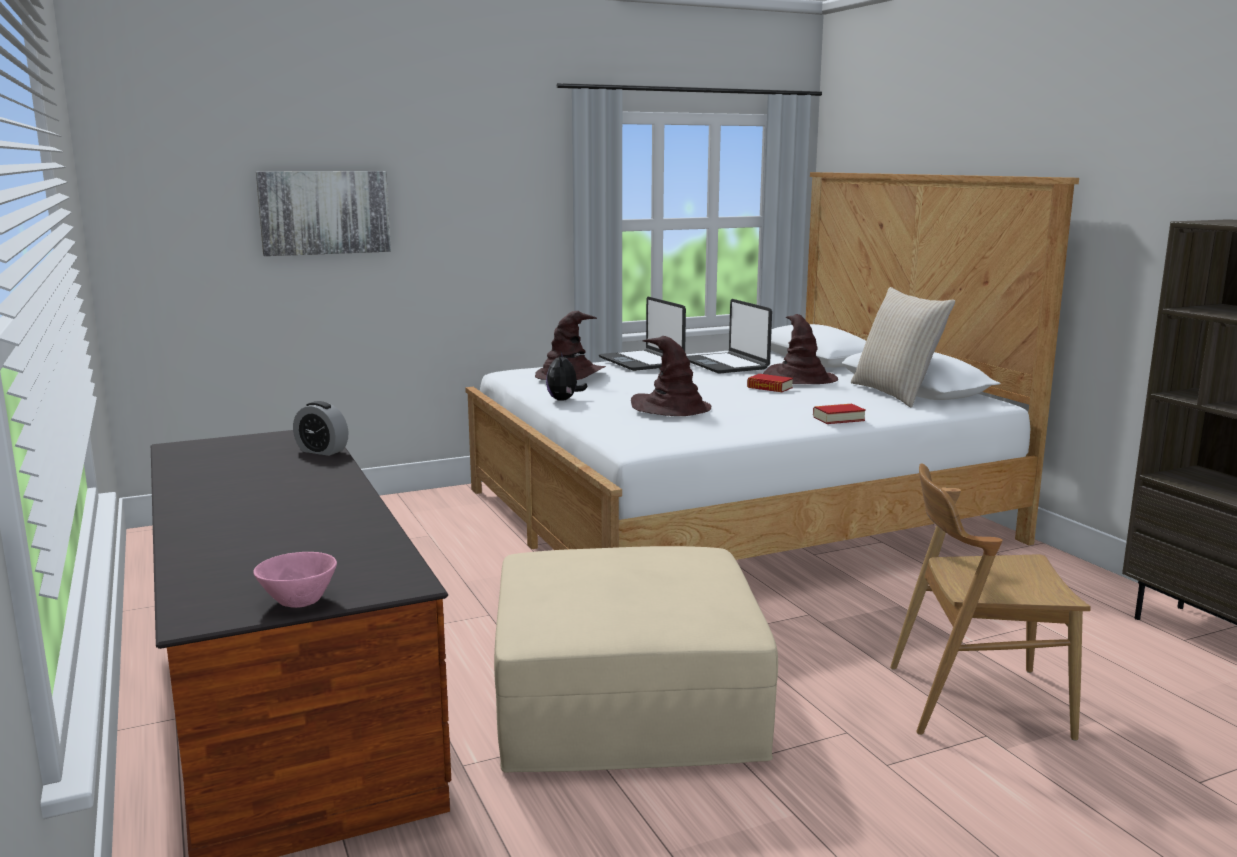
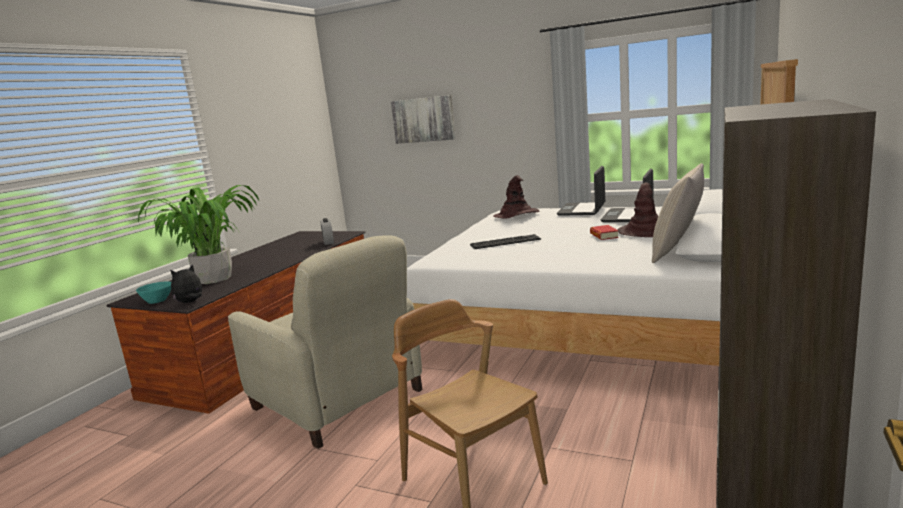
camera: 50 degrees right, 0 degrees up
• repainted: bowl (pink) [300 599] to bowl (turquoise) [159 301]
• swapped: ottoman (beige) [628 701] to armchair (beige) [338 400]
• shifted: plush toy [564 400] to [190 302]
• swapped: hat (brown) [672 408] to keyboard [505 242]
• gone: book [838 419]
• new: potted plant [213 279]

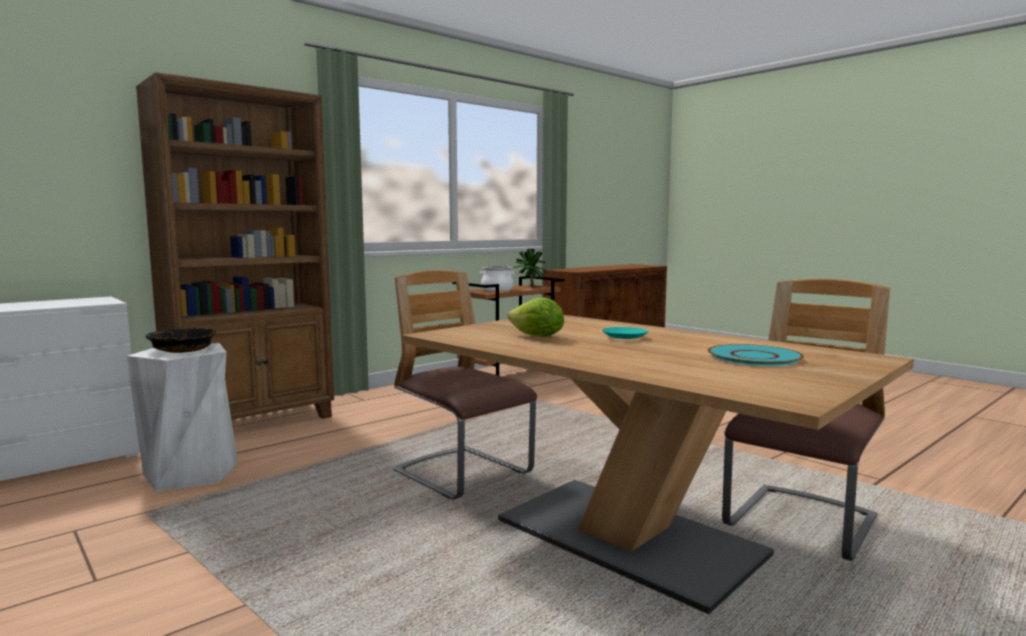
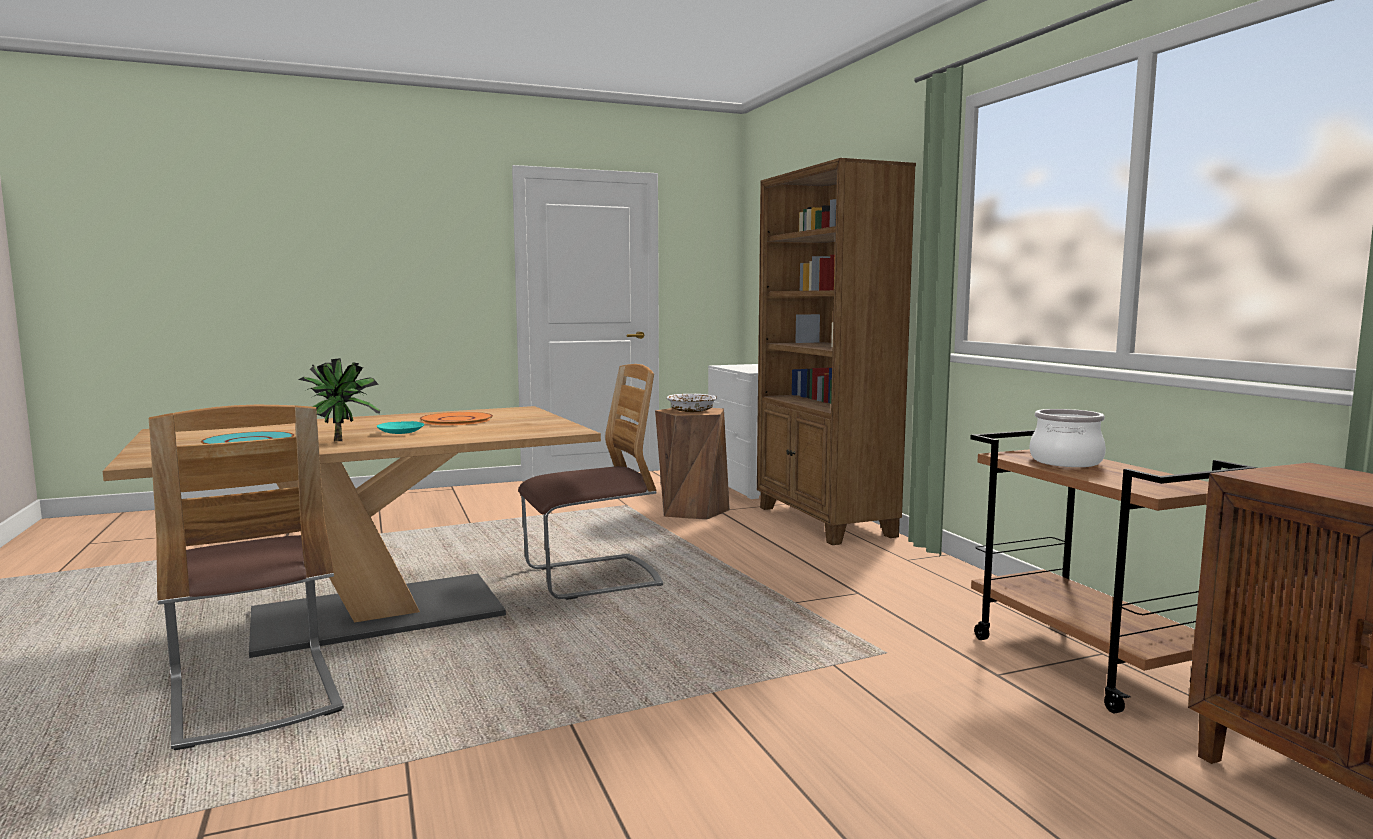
camera: 110 degrees right, 0 degrees up
• repainted: stool (white) [190 473] to stool (brown) [692 510]
• repainted: bowl (black) [183 350] to bowl (white) [691 410]
• swapped: lettuce [537 337] to plate (orange) [456 420]
• shifted: potted plant [529 286] to [341 440]

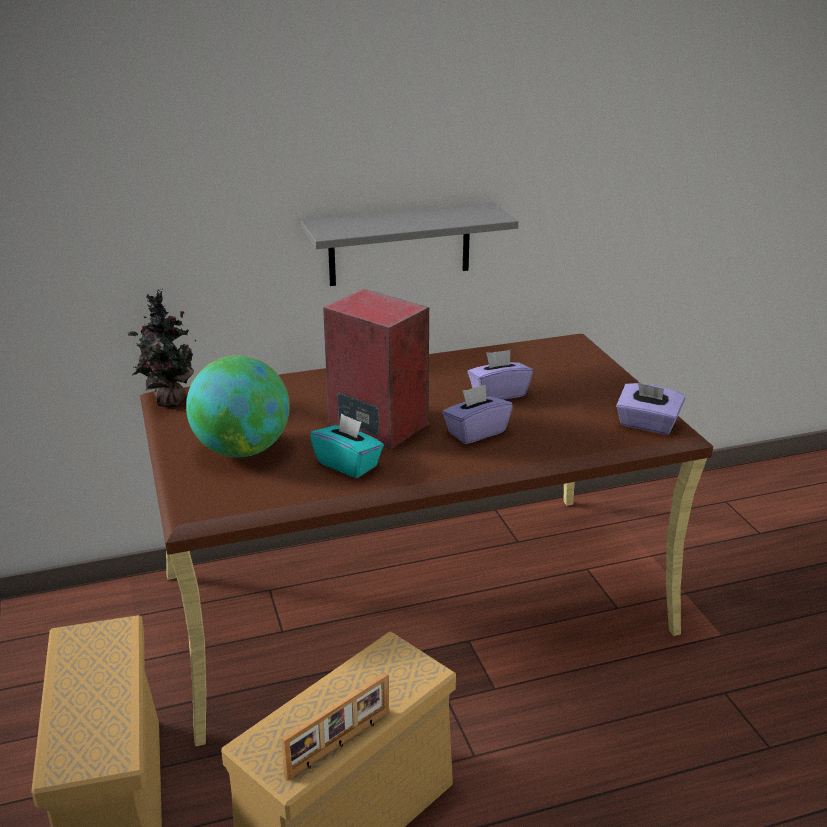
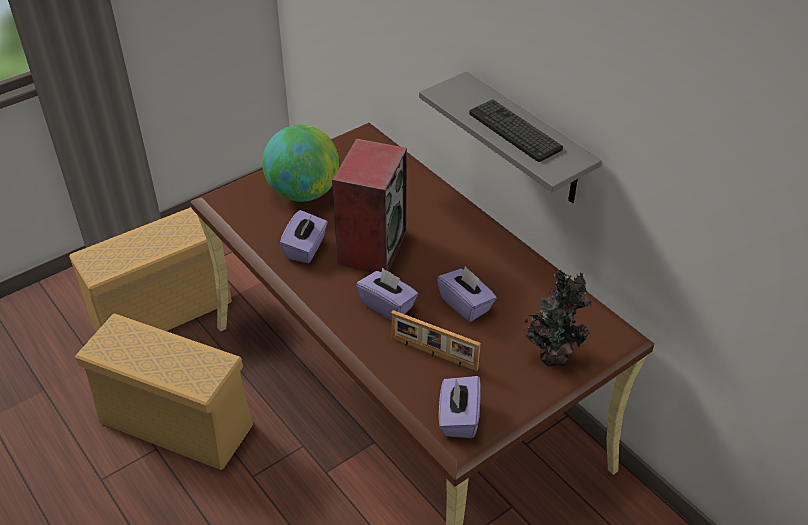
camera: 70 degrees right, 15 degrees up
• shifted: potted plant [167 401] to [552 354]
• shifted: picture frame [339 744] to [433 354]
• repainted: tissue box (turquoise) [348 464] to tissue box (purple) [305 248]
• new: keyboard [514 131]

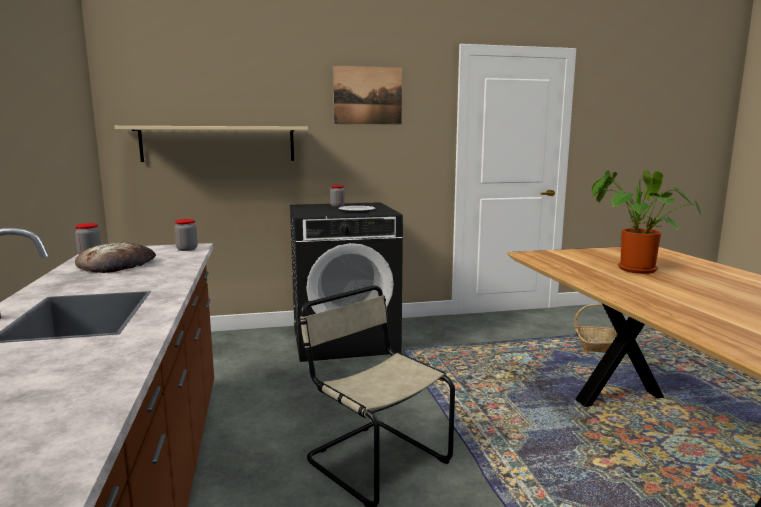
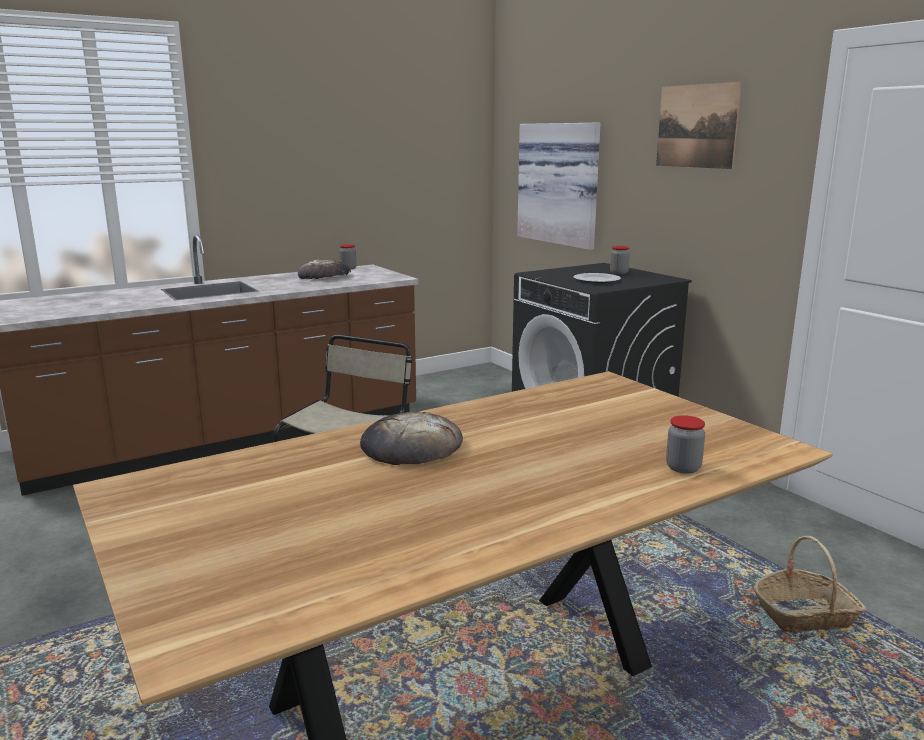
camera: 70 degrees right, 5 degrees up
• swapped: shelf (beige) [218 144] to picture [561 184]
• shifted: jar [187 249] to [683 468]
• gone: potted plant [632 269]
• new: bread [411 446]

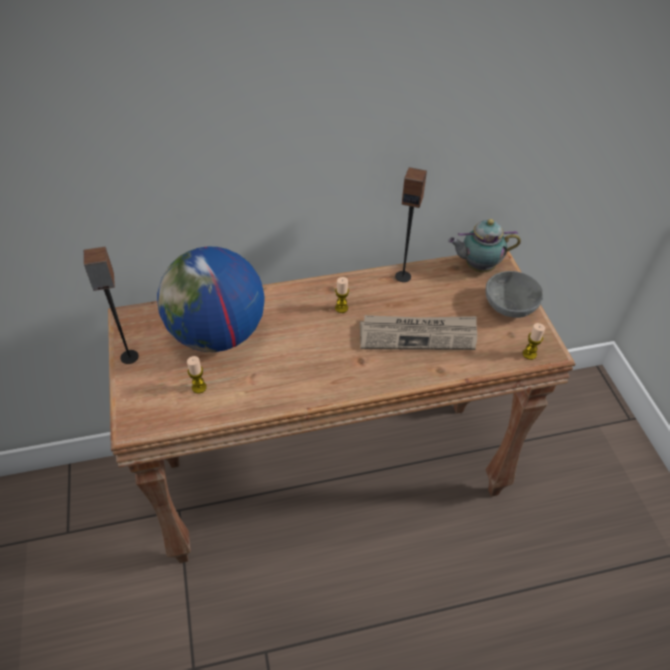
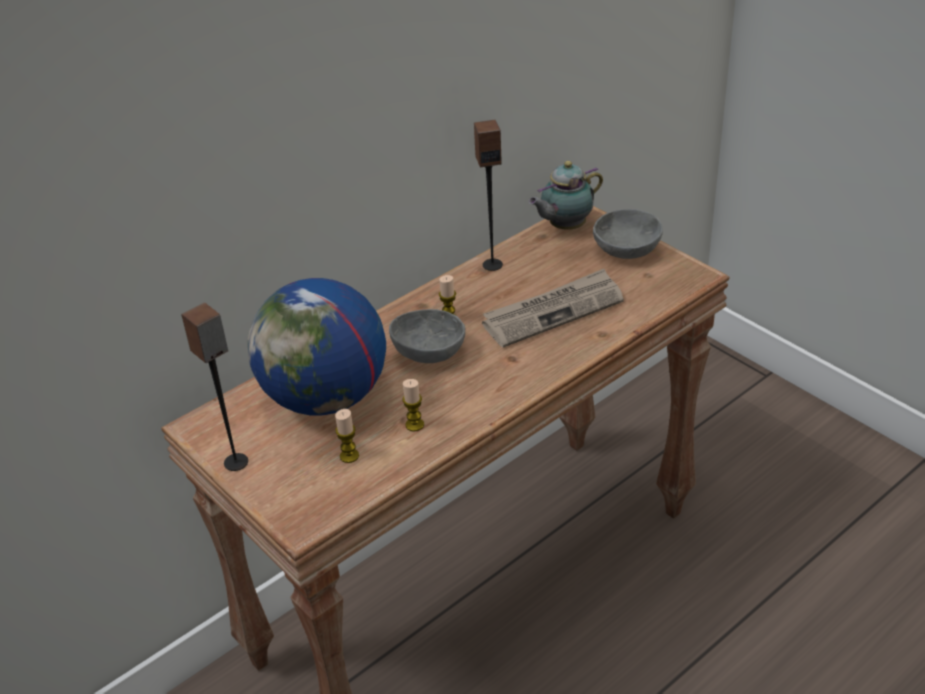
camera: 25 degrees left, 10 degrees down
• shifted: candle [529 354] to [414 425]
• new: bowl (grey) [428 352]

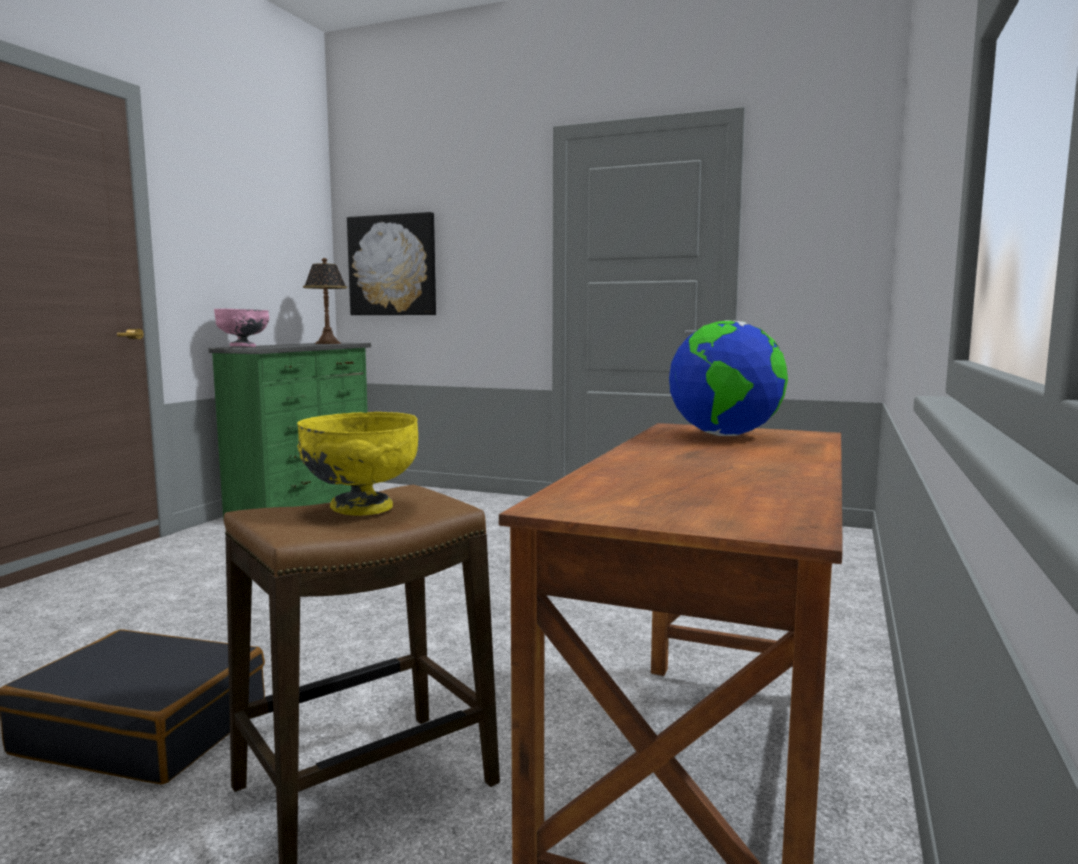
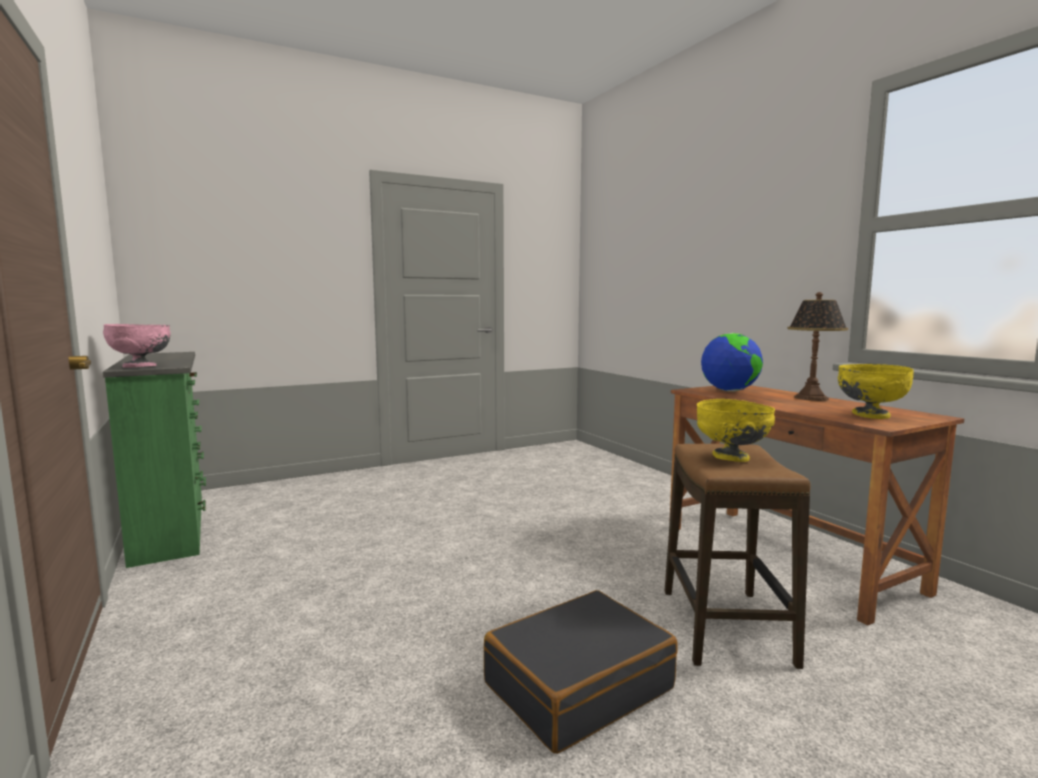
camera: 50 degrees left, 0 degrees up
• shifted: table lamp [327 343] to [811 398]
• gone: picture [392 265]
• new: bowl (yellow) [870 415]

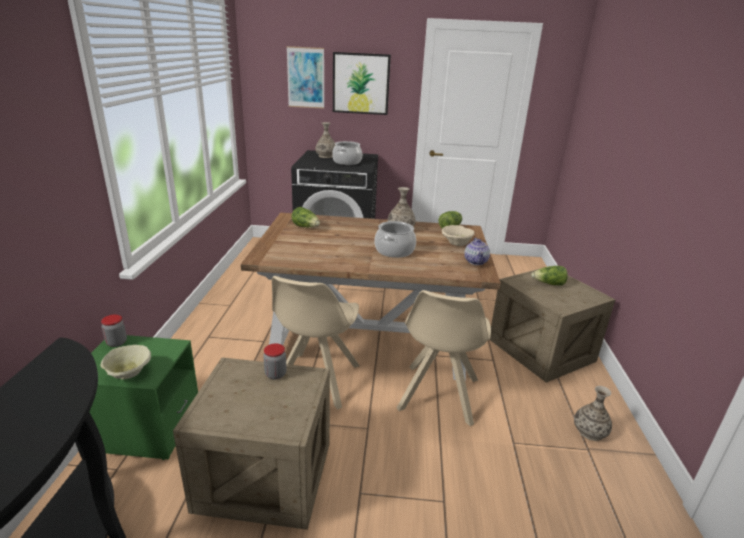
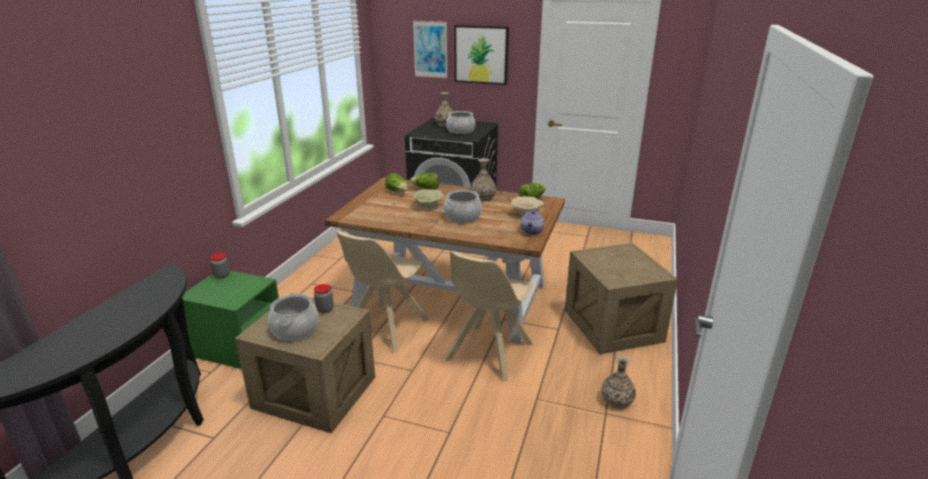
camera: 15 degrees right, 0 degrees up
• shifted: bowl (beige) [129 374] to [428 206]
• shifted: lettuce [548 284] to [426 189]
• new: cooking pot [295 329]

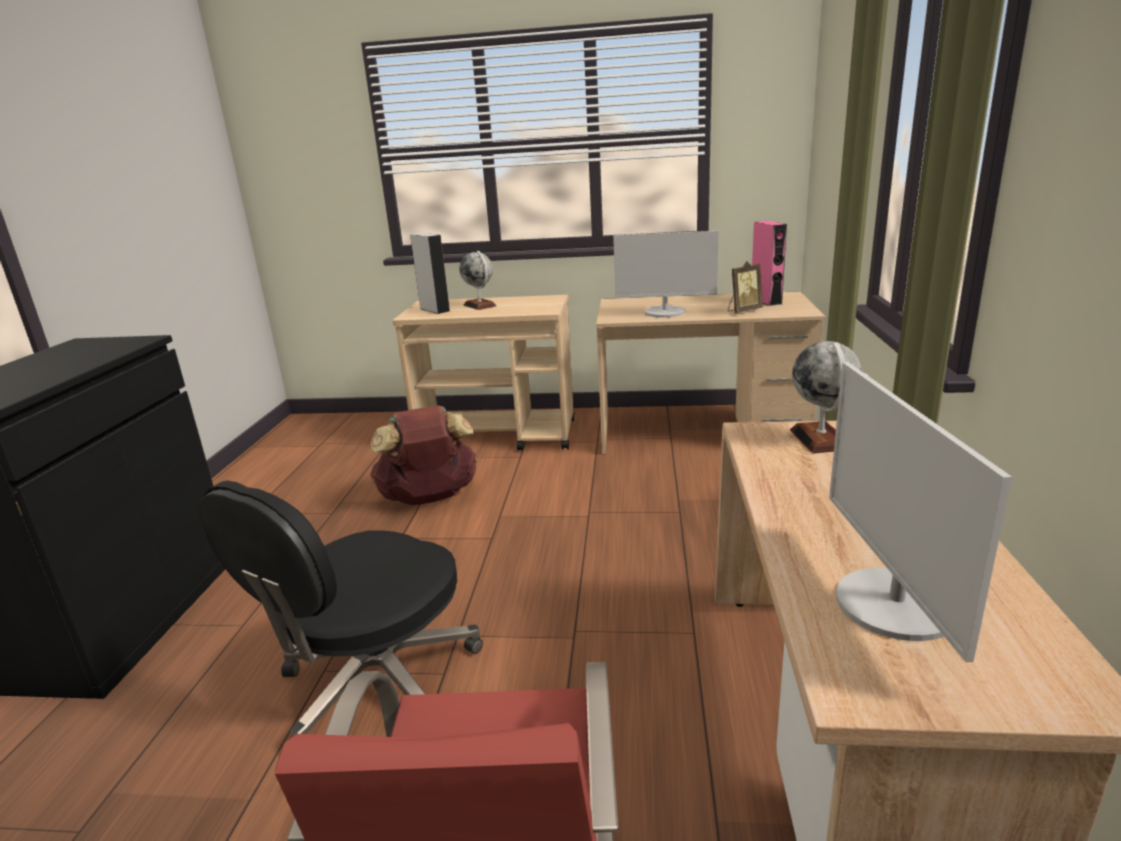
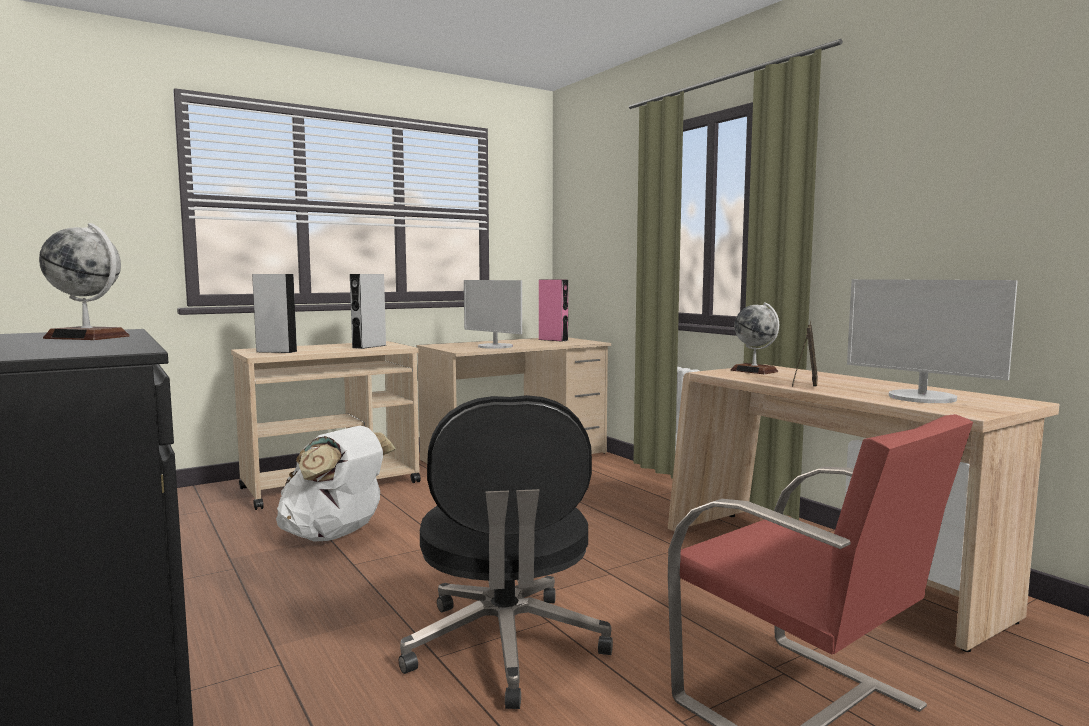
camera: 40 degrees left, 15 degrees down
• repainted: backpack (brown) [429 498] to backpack (white) [335 535]
• shifted: globe [480 305] to [87 337]
• rotated: monitor [665 312] = [495 346] 75 degrees clockwise
• shifted: picture frame [743 311] to [804 385]
• new: speaker (grey) [369 346]

